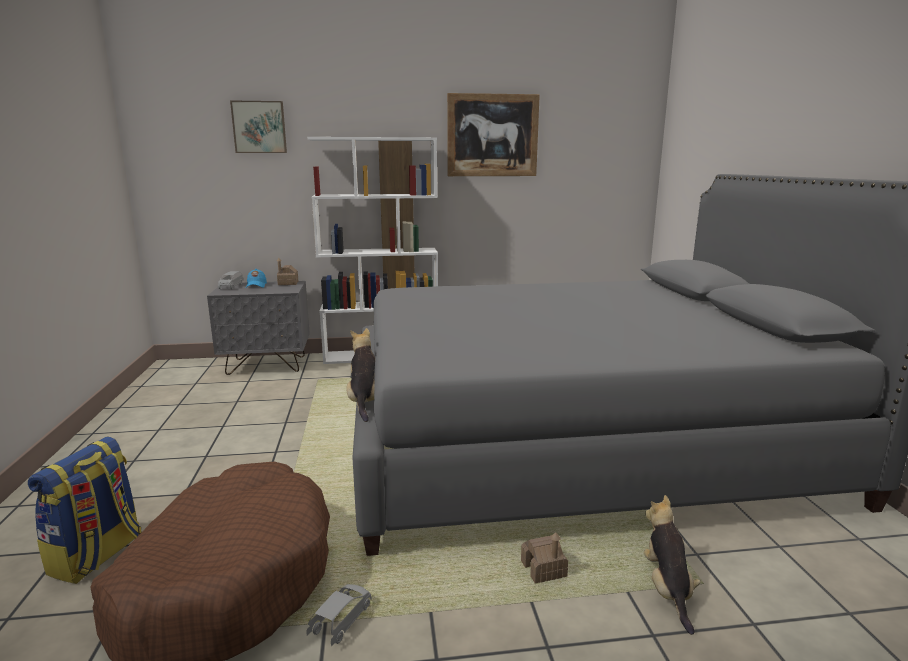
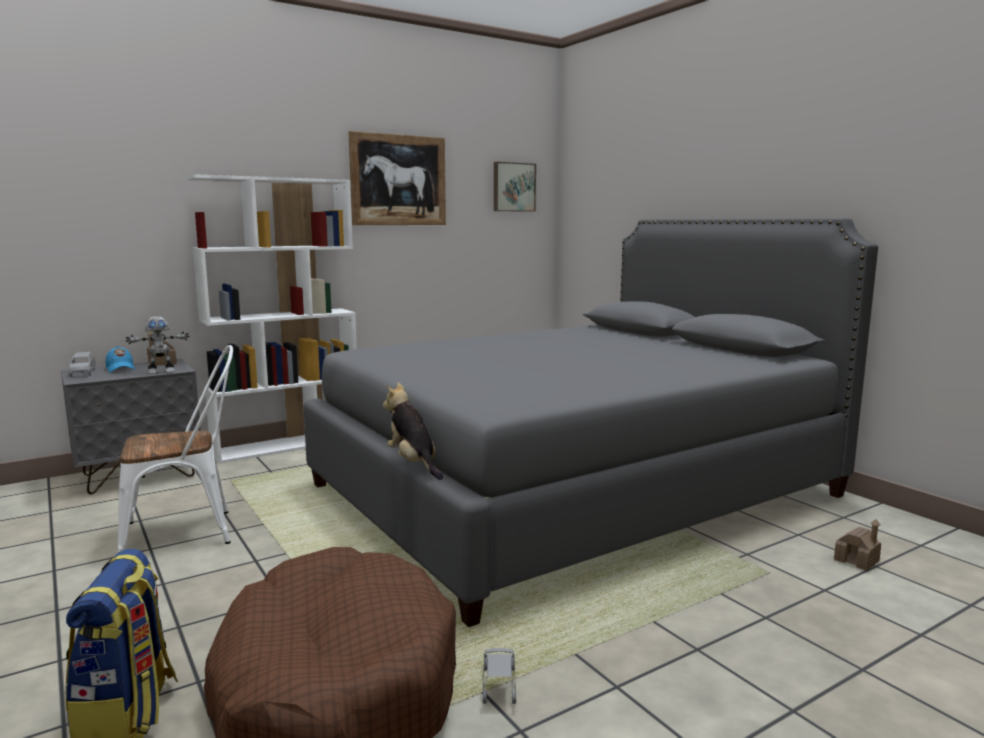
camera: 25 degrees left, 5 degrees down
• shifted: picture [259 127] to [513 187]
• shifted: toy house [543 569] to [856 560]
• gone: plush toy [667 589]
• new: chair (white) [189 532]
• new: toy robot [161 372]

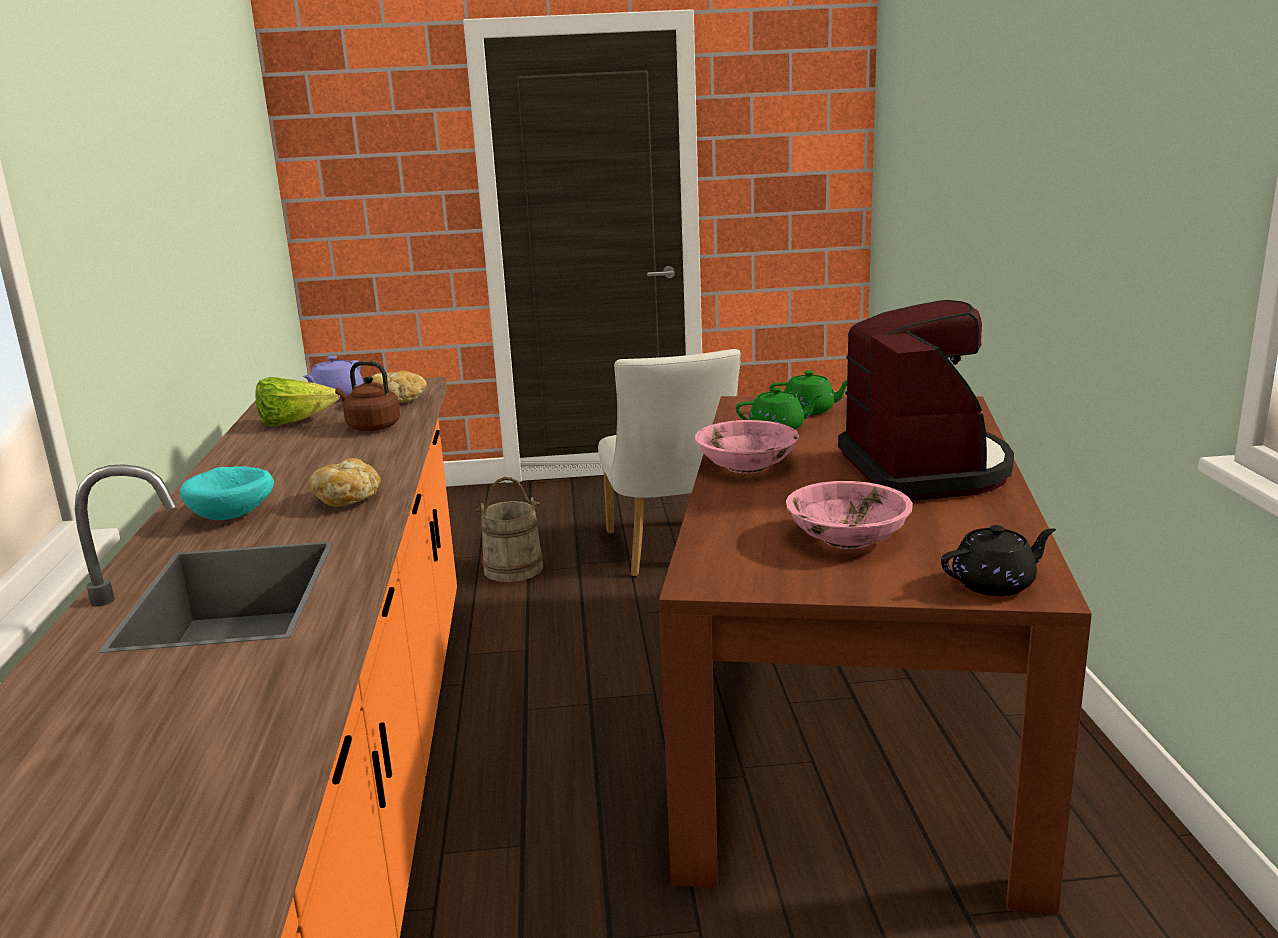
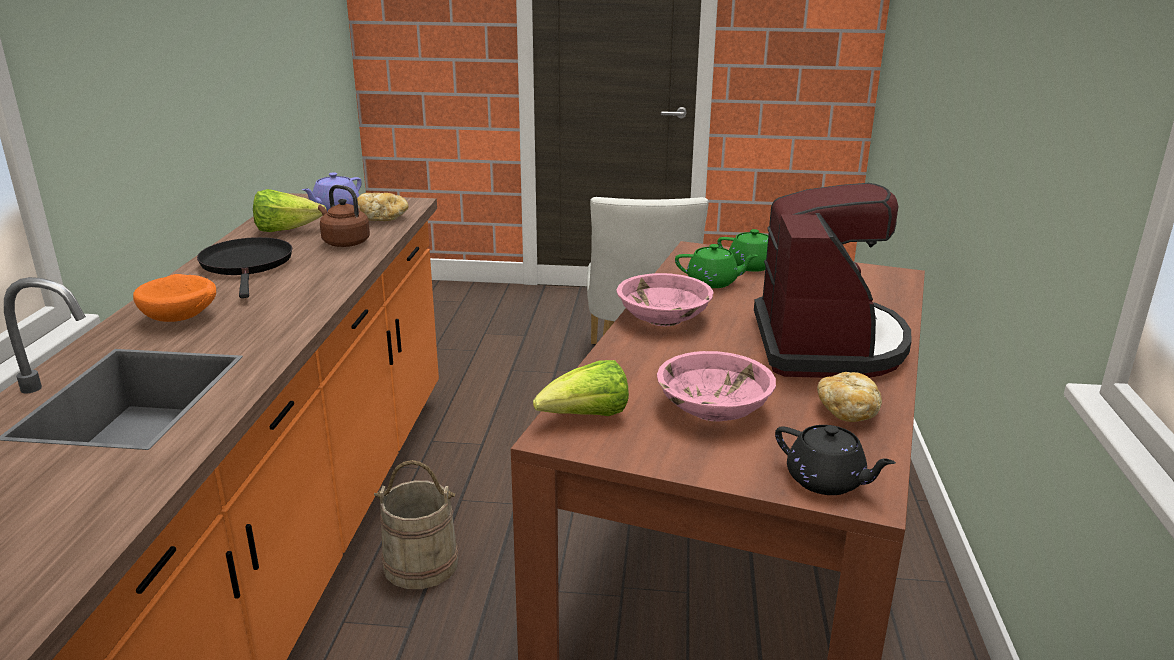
camera: 10 degrees right, 5 degrees up
• repainted: bowl (turquoise) [234 516] to bowl (orange) [182 318]
• shifted: bread [348 499] to [848 411]
• shifted: bucket (beige) [513 568] to [421 564]
• rotated: teapot (black) [995 584] = [827 481] 45 degrees clockwise
• new: frying pan (black) [247 265]
• new: lettuce [586 417]

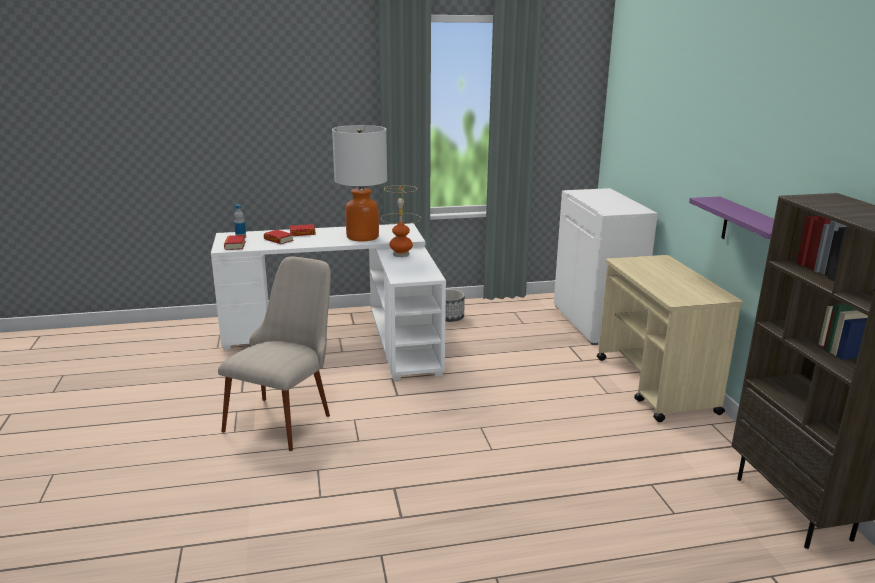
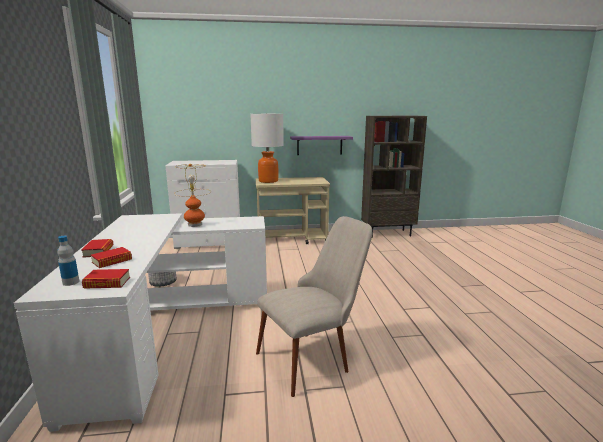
camera: 85 degrees left, 5 degrees down
• rotated: chair (beige) [287 414] = [314 356] 120 degrees clockwise
• shifted: table lamp [362 237] to [268 181]

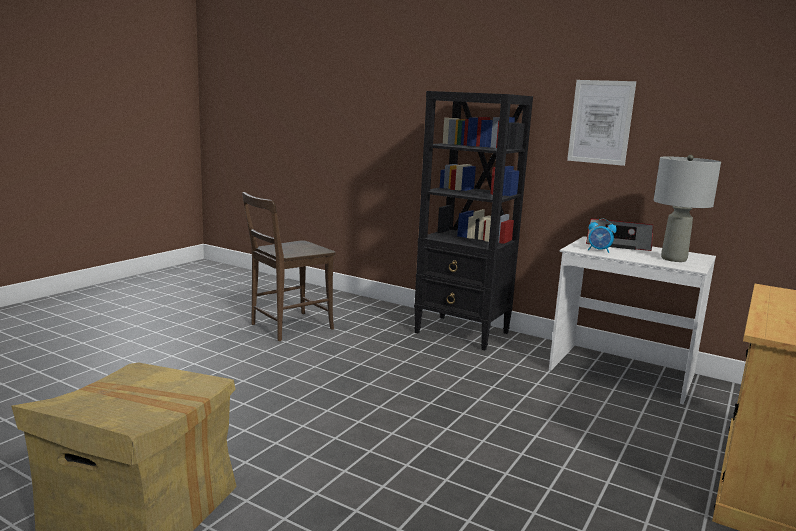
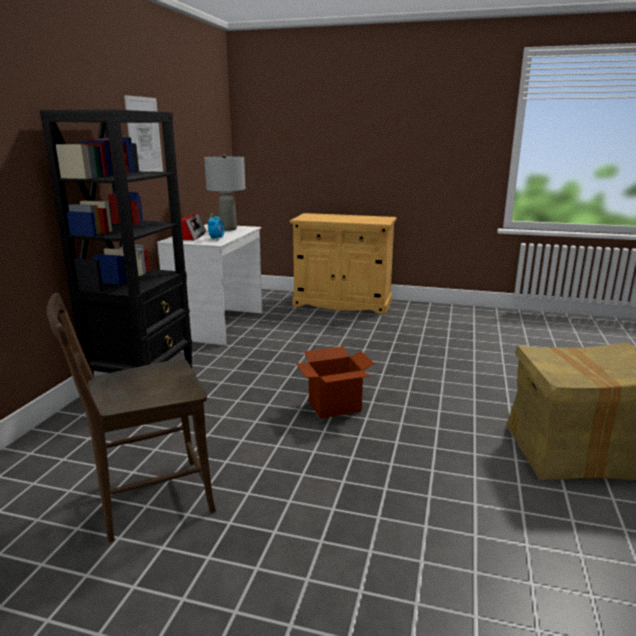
camera: 105 degrees left, 5 degrees up
• rotated: chair (brown) [287 327] = [147 500] 120 degrees clockwise
• new: cardboard box [334 407]

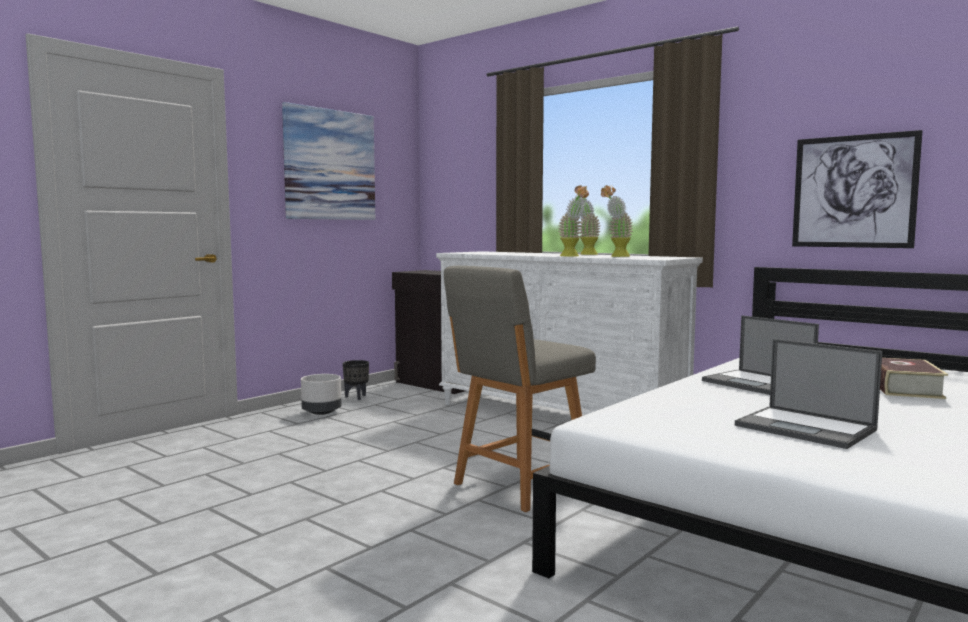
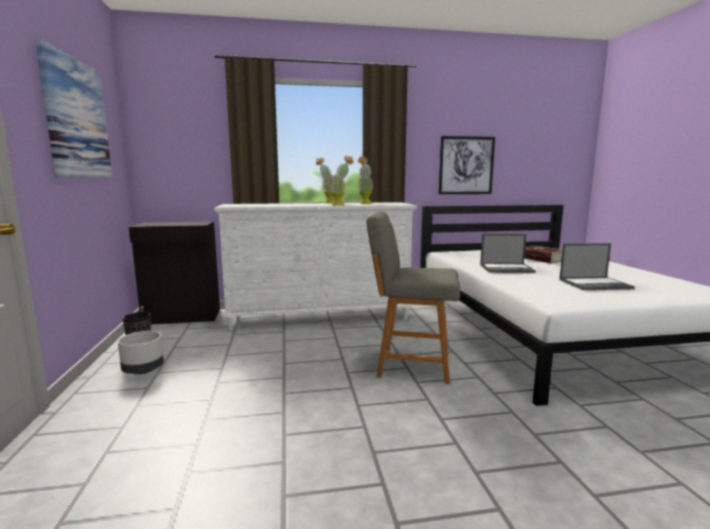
camera: 50 degrees left, 5 degrees up
• rotated: chair (grey) [519 486] = [410 364] 105 degrees clockwise

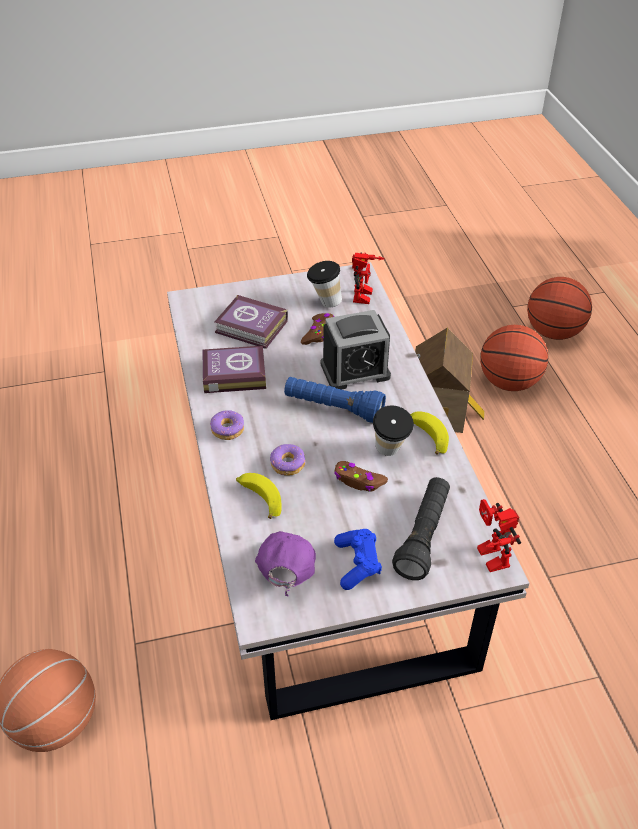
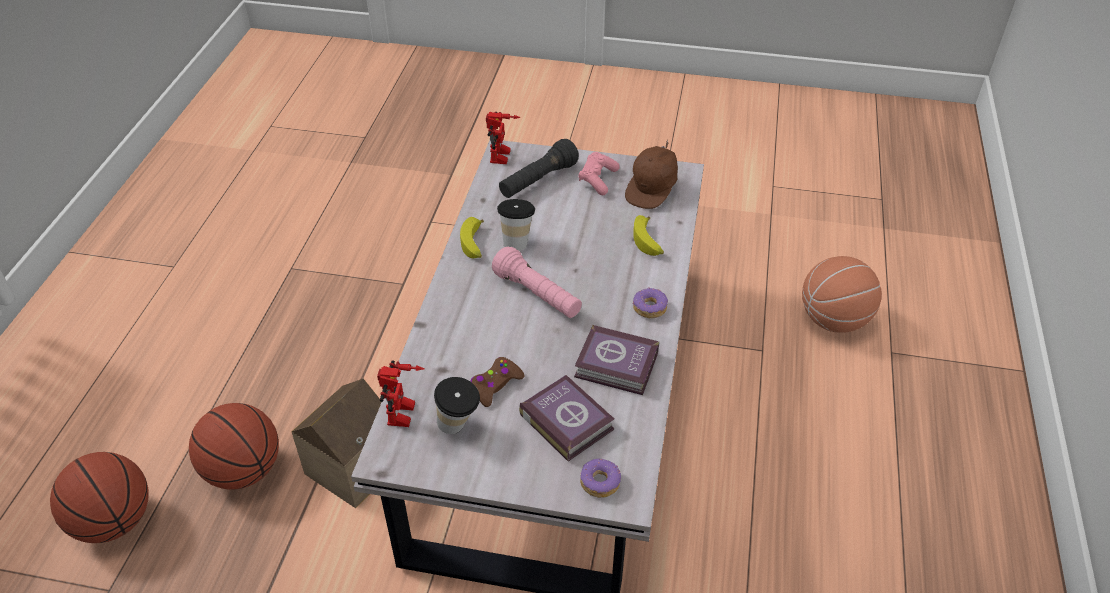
camera: 155 degrees left, 0 degrees up
• repainted: cap (purple) [286 573] to cap (brown) [652 190]
• shifted: donut [288 464] to [599 482]
• repainted: flashlight (blue) [333 408] to flashlight (pink) [538 295]
• gone: alarm clock [355 370]
• gone: game controller (brown) [358 481]
• repainted: game controller (blue) [357 564] to game controller (pink) [598 180]
• rotated: toy robot [366 297] = [405 416] 150 degrees clockwise

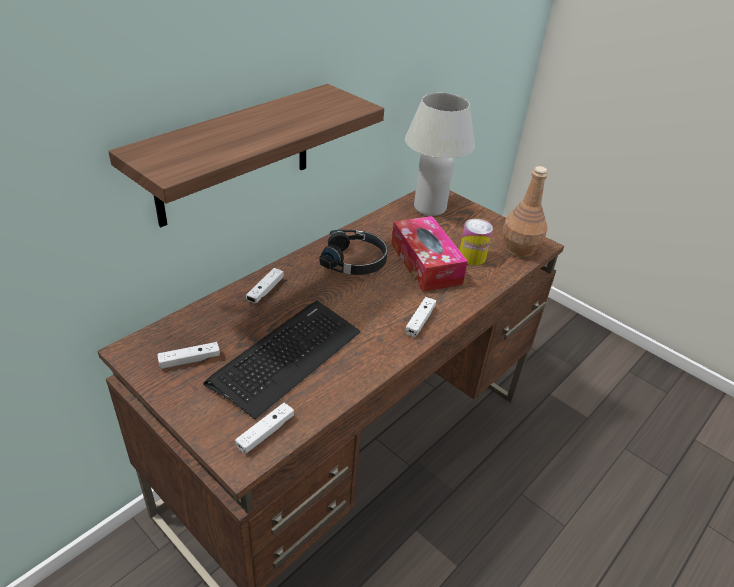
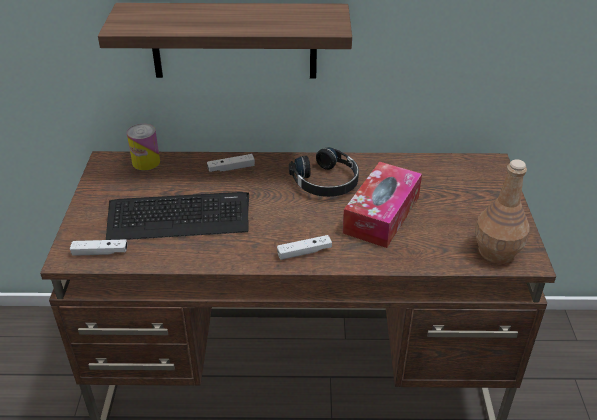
camera: 50 degrees right, 0 degrees up
• gone: game controller (white) [190 360]
• gone: table lamp (white) [429 208]
• shifted: can [472 257] to [146 162]

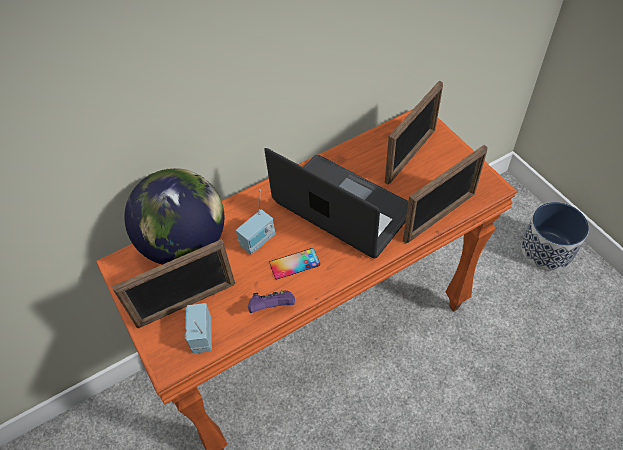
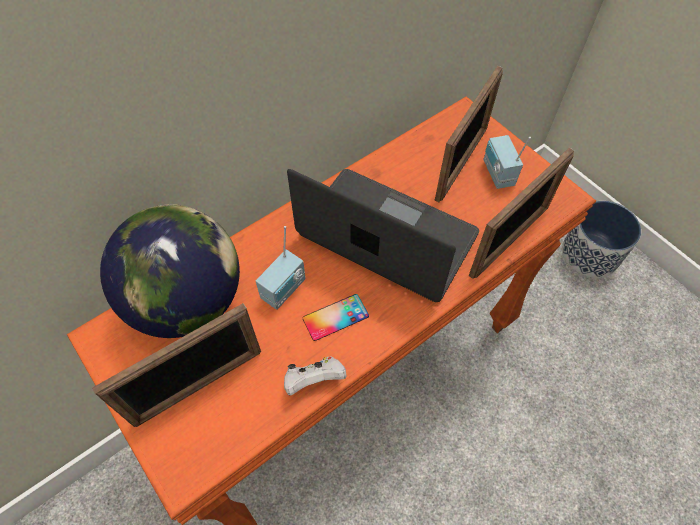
camera: 10 degrees left, 5 degrees up
• shifted: radio [201 336] to [497 174]
• repainted: game controller (purple) [272 307] to game controller (white) [314 380]

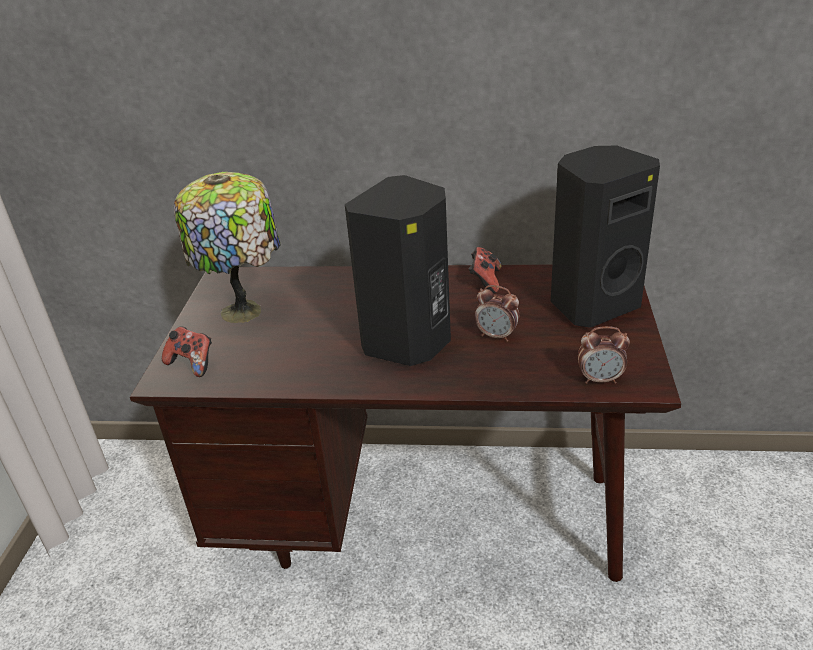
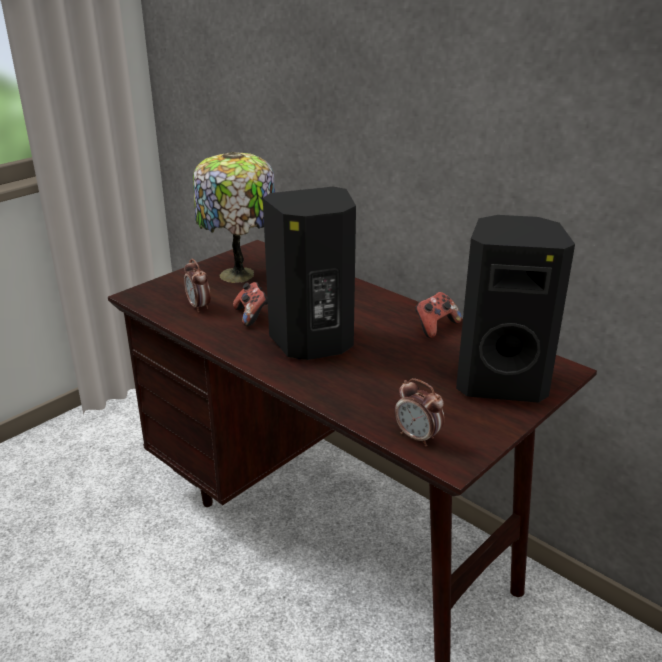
camera: 35 degrees right, 5 degrees down
• shifted: game controller [192 364] to [252 316]
• shifted: alarm clock [497 336] to [199 307]

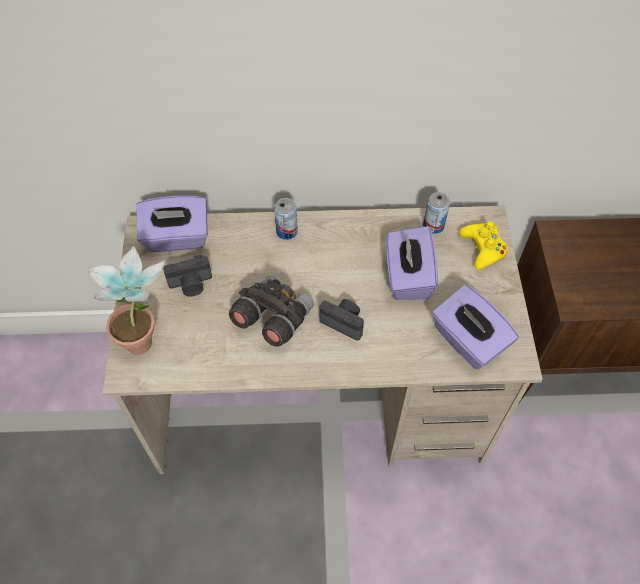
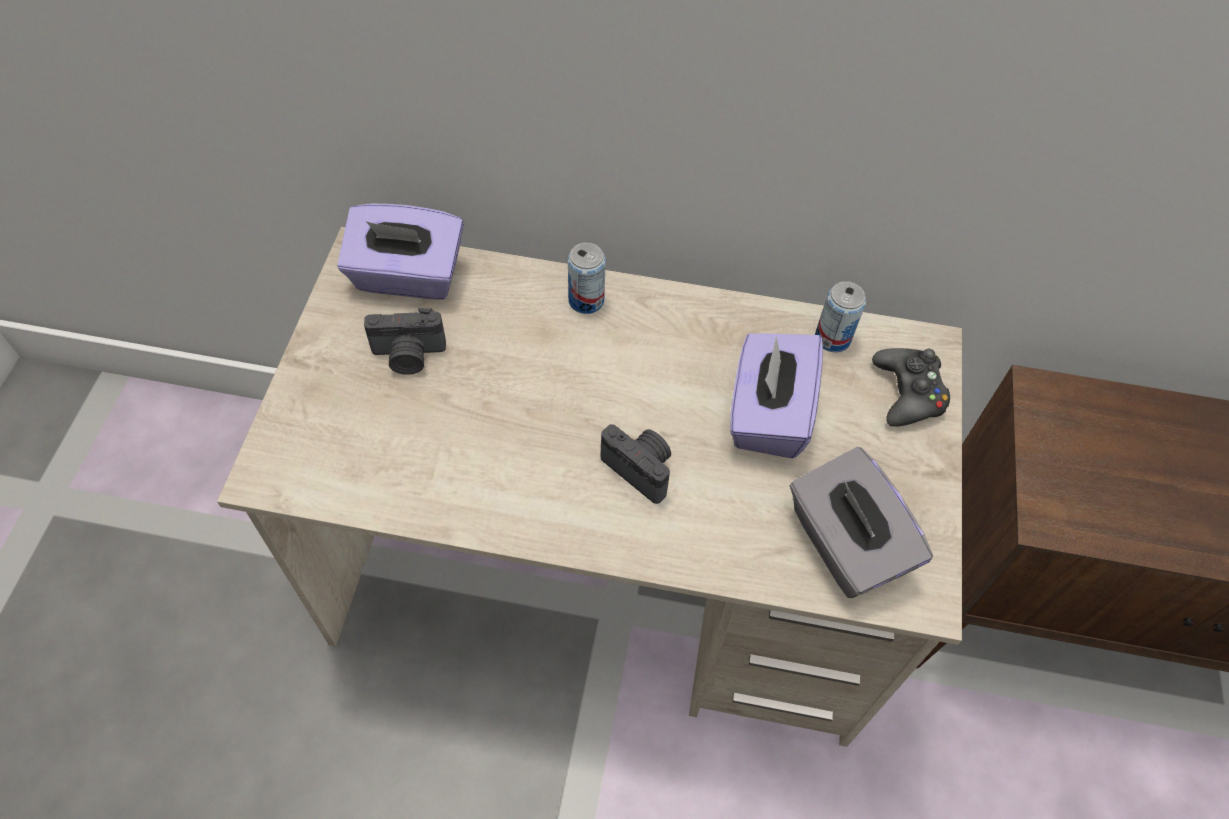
camera: 10 degrees right, 0 degrees up
• gone: potted plant [146 337]
• gone: binoculars (grey) [272 319]
• repainted: tissue box (purple) [468 341] to tissue box (grey) [845 544]
• repainted: game controller (yellow) [482 249] to game controller (black) [908 393]

